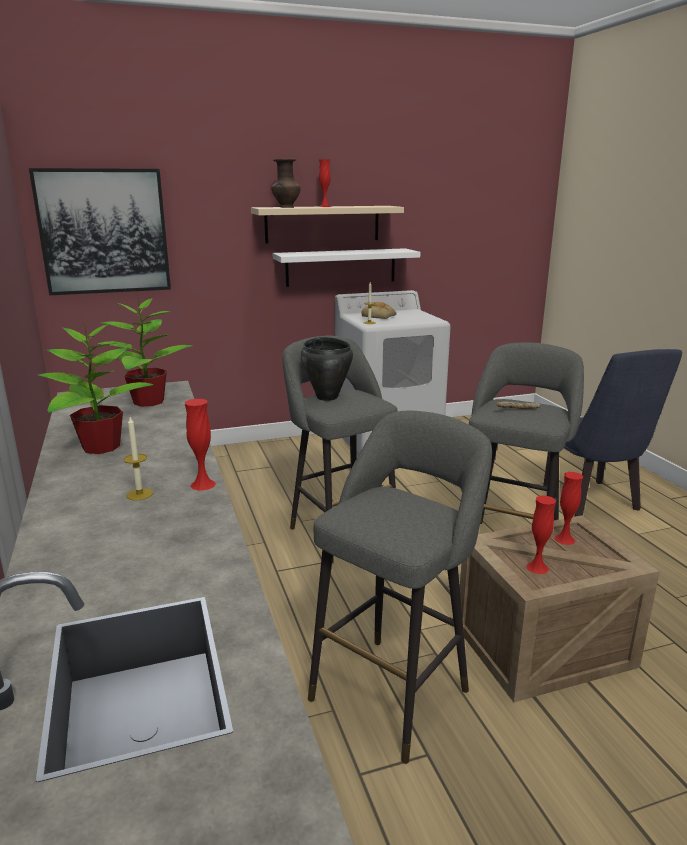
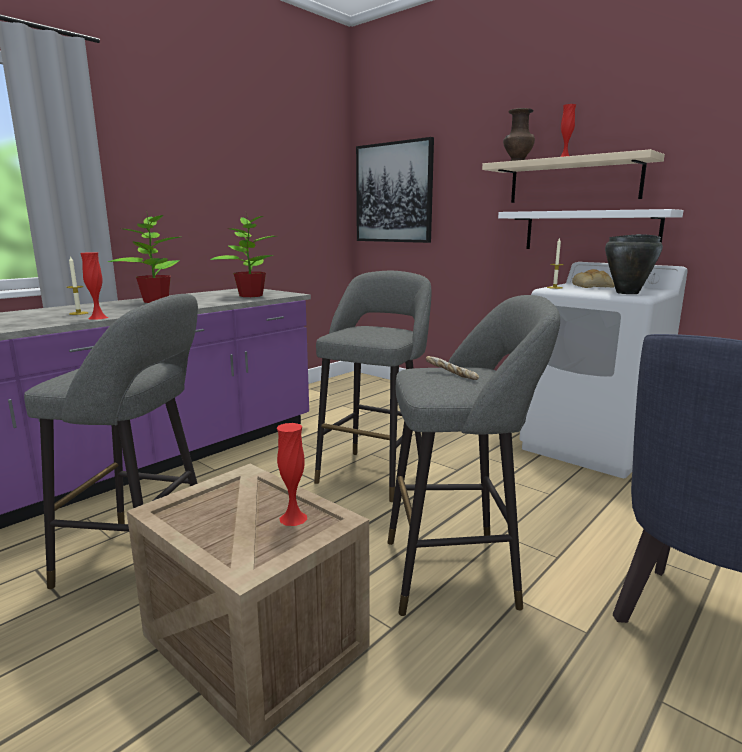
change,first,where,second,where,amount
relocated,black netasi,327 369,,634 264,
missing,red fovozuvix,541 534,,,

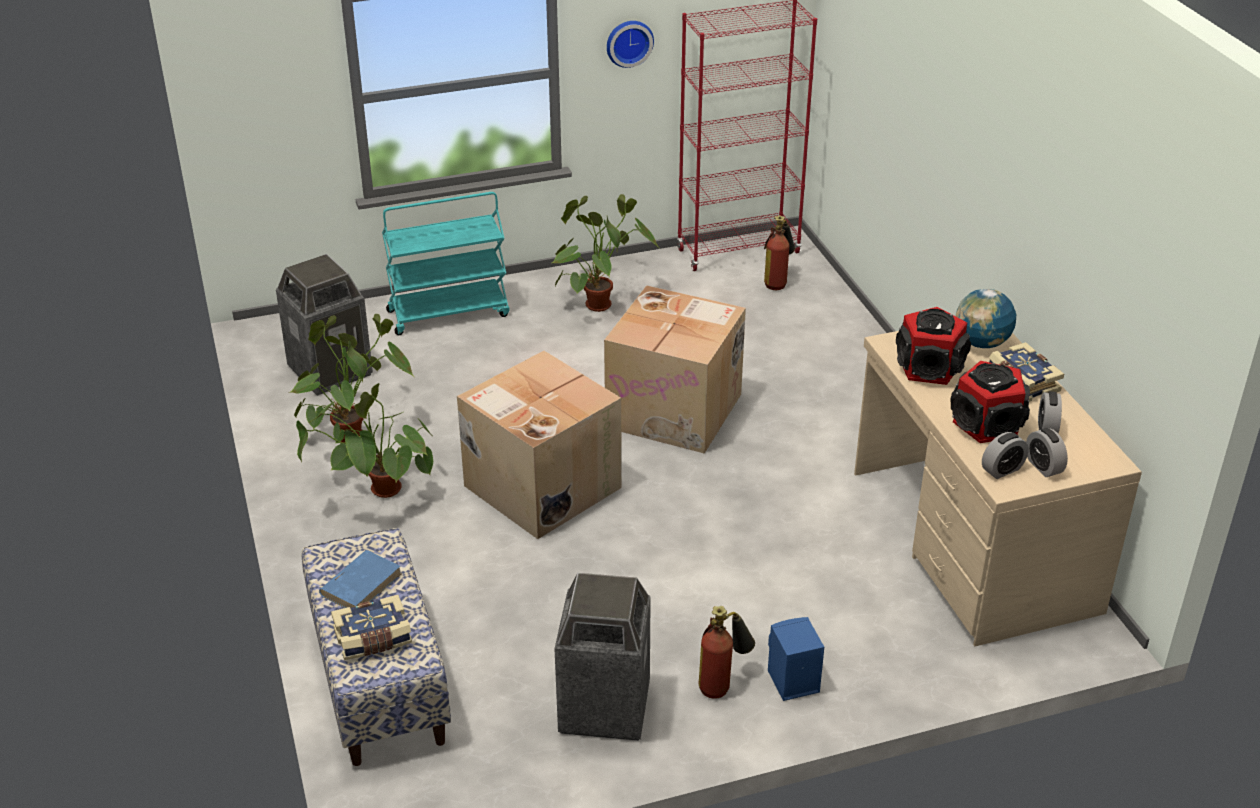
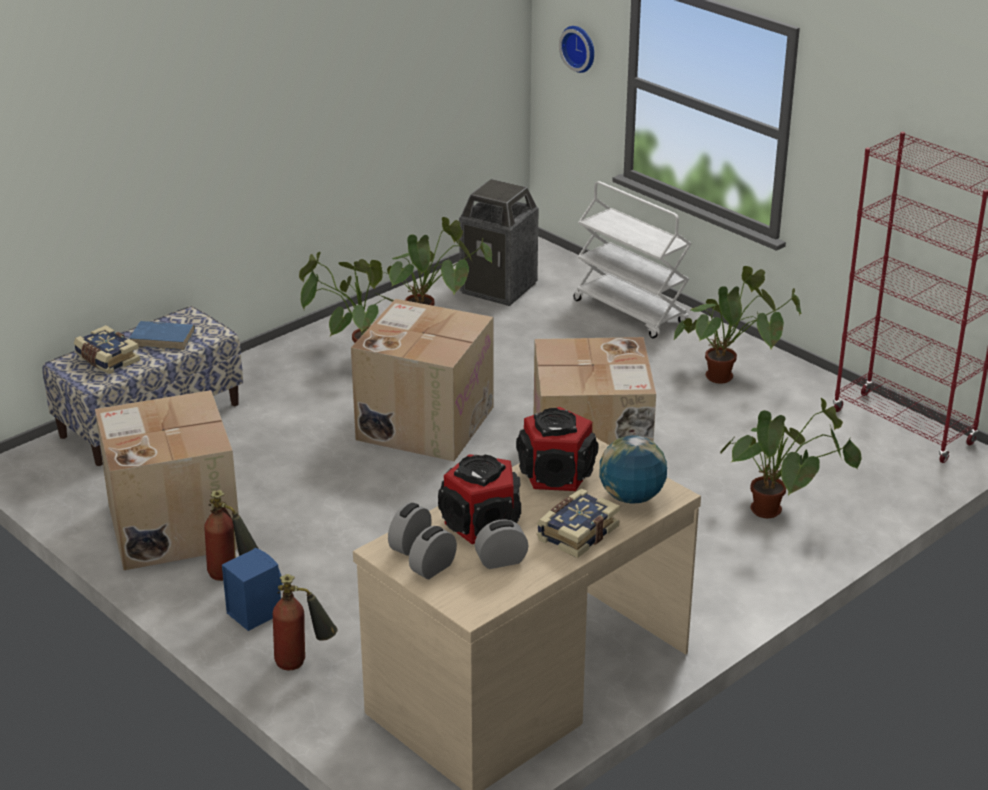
change,first,where,second,where,amount
relocated,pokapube,630 44,,576 49,
colour,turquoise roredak,446 263,white roredak,632 259,
relocated,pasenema,779 252,,305 622,
spun,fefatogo,1005 455,,410 529,90 degrees clockwise
exchanged,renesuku,602 657,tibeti,167 480,
appeared,,,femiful,790 458,

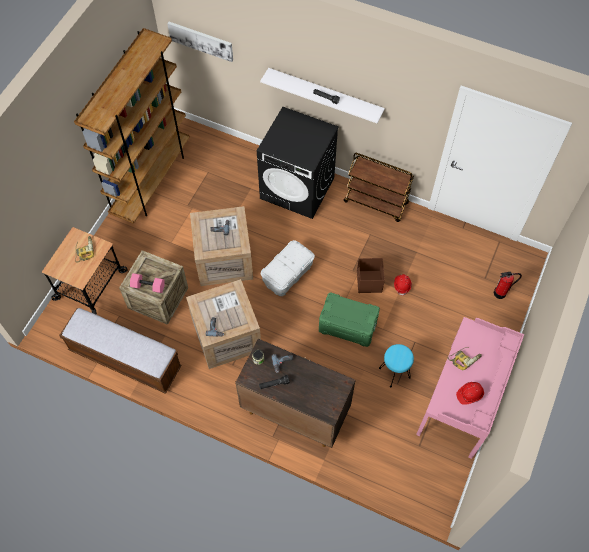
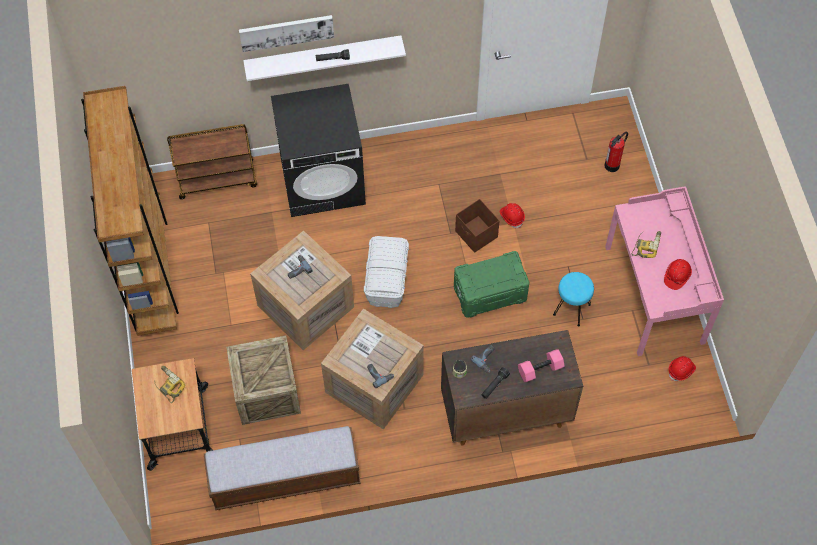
change,first,where,second,where,amount
relocated,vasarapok,200 42,,286 33,
relocated,brown roredak,379 187,,212 161,
relocated,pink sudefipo,147 283,,541 366,
appeared,,,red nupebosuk,682 368,

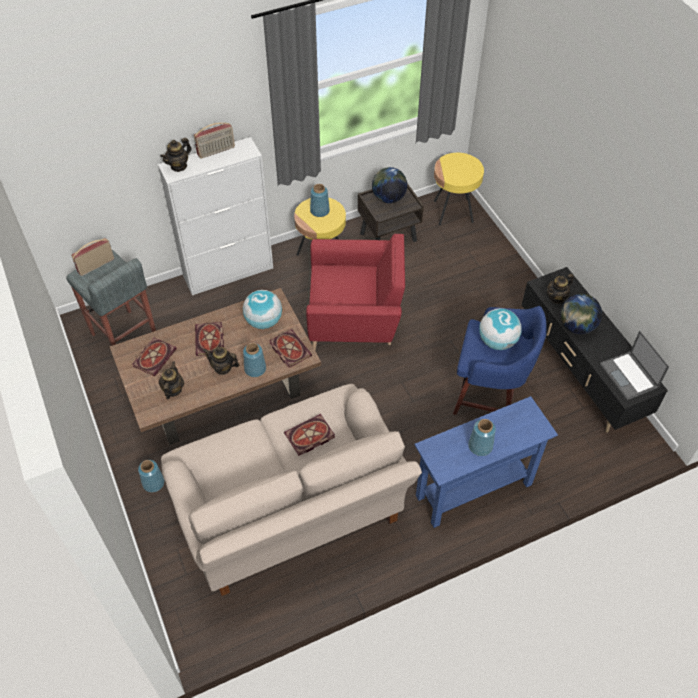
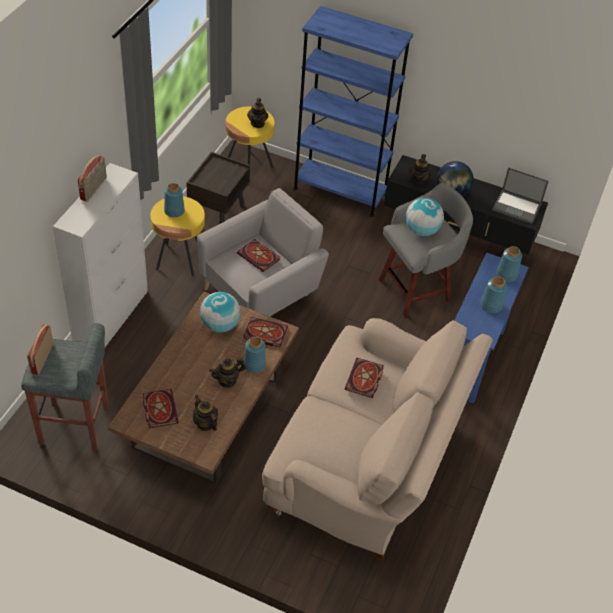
change,first,where,second,where,amount
relocated,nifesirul,176 155,,257 113,
missing,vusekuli,389 185,,,
colour,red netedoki,355 292,grey netedoki,263 252,
colour,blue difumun,499 360,grey difumun,426 250,
relocated,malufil,209 339,,258 255,
relocated,blue fovozuvix,151 476,,509 264,
appeared,,,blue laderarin,353 111,

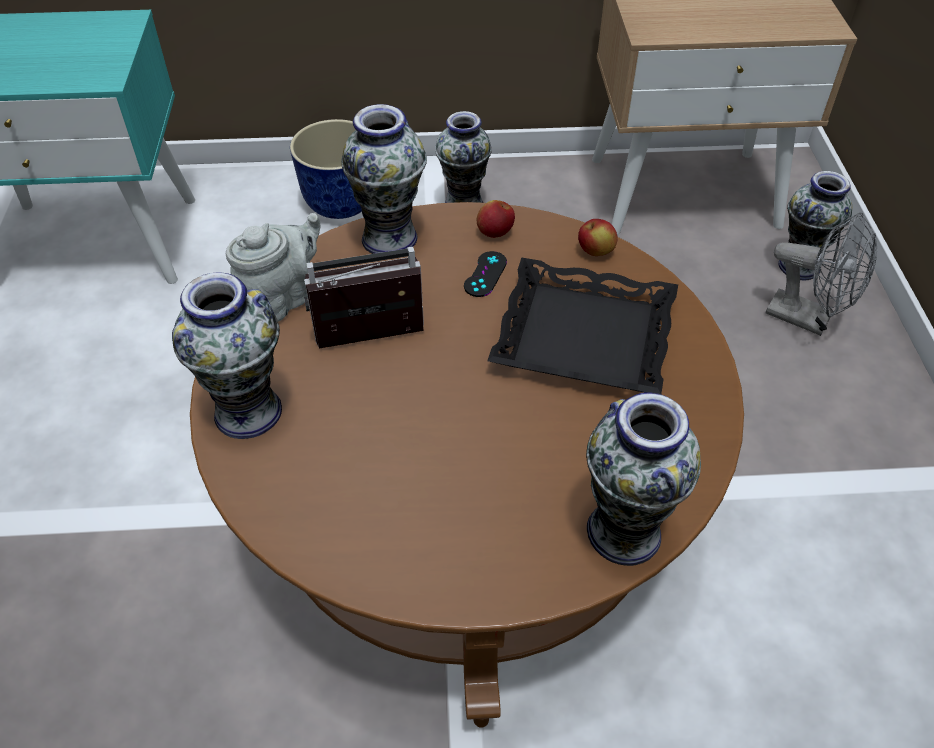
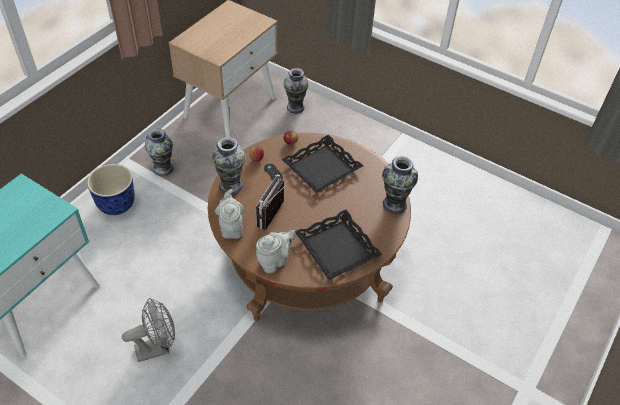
change,first,where,second,where,amount
relocated,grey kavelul,821 274,,148 330,
exchanged,fovozuvix,227 355,grey nifesirul,275 251,
appeared,,,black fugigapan,338 245,

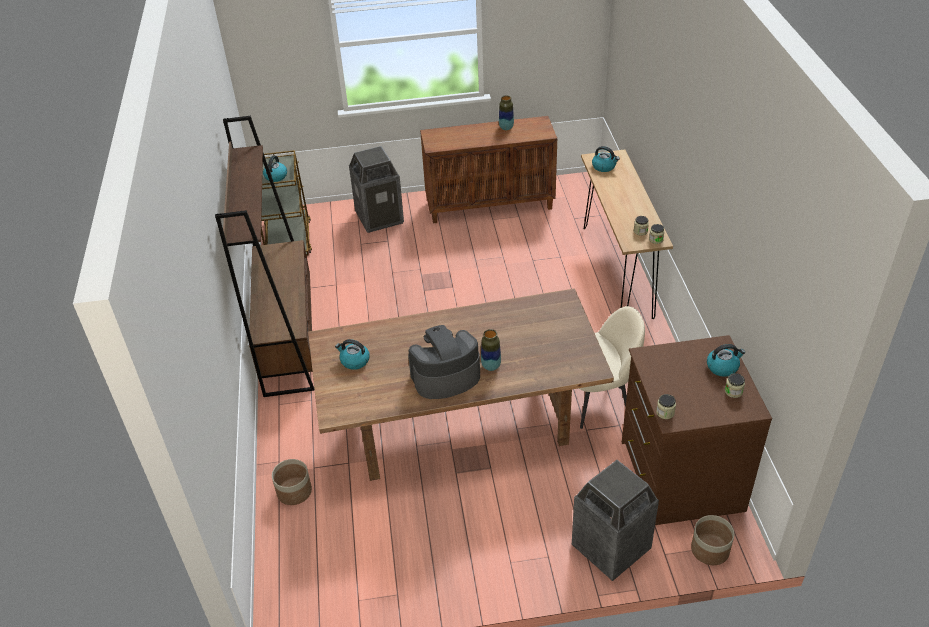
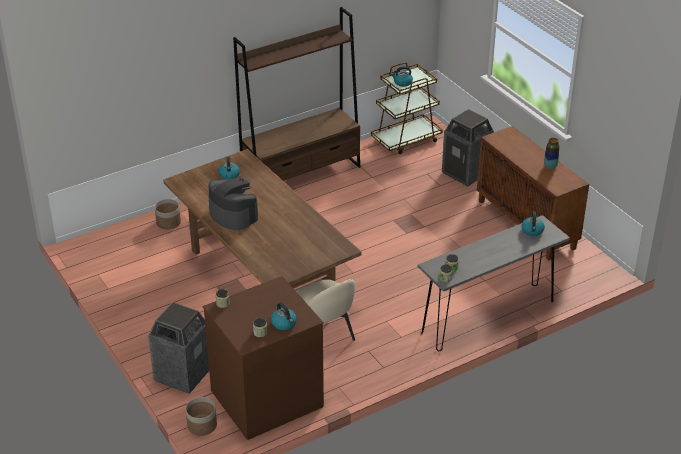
change,first,where,second,where,amount
colour,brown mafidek,627 234,grey mafidek,494 283,
missing,fovozuvix,491 350,,,

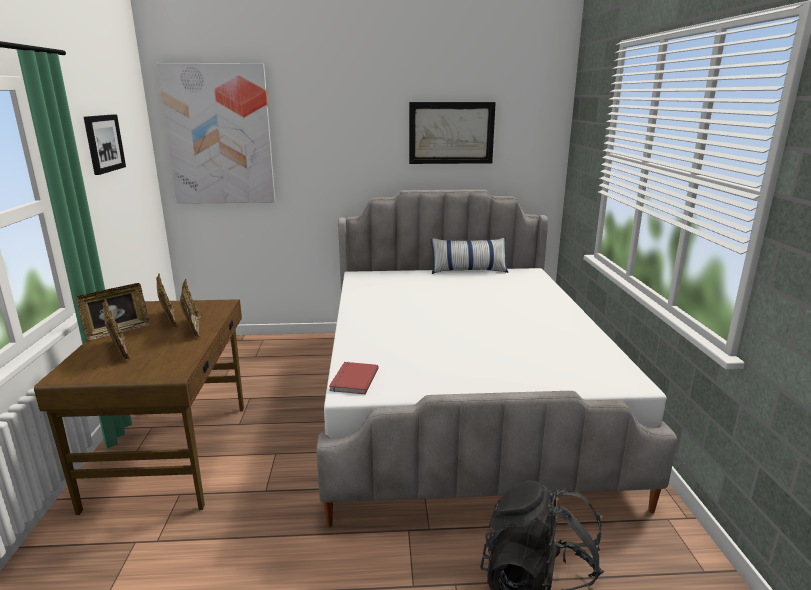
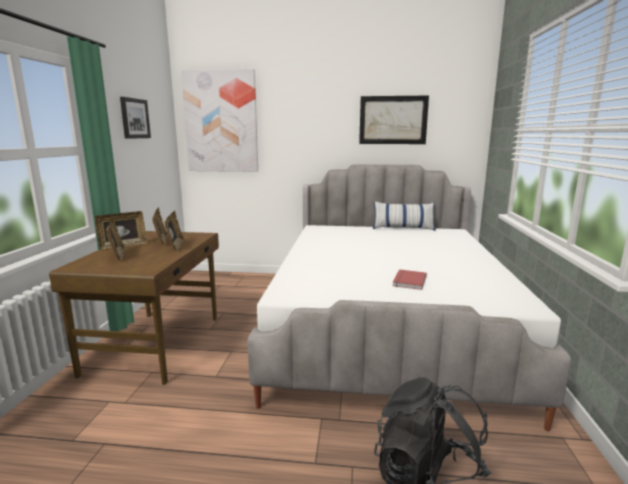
change,first,where,second,where,amount
relocated,red malufil,353 378,,410 279,

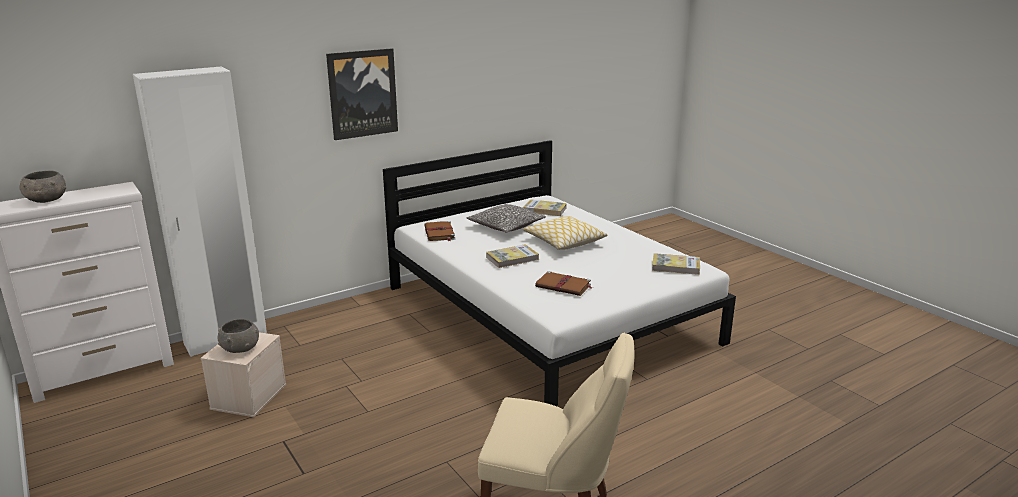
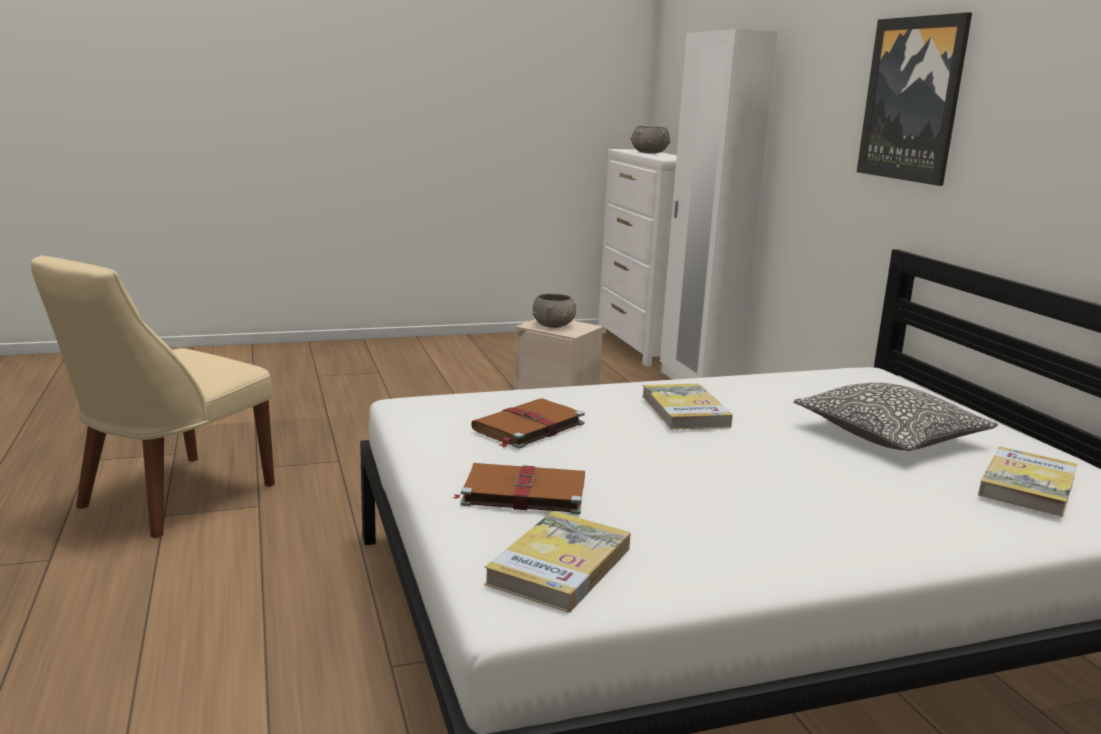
change,first,where,second,where,amount
missing,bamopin,565 233,,,
relocated,brown malufil,439 231,,519 489,

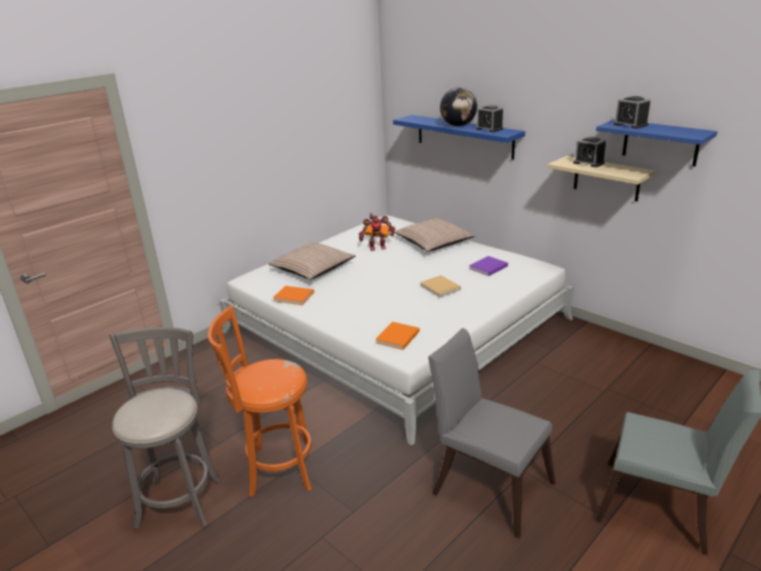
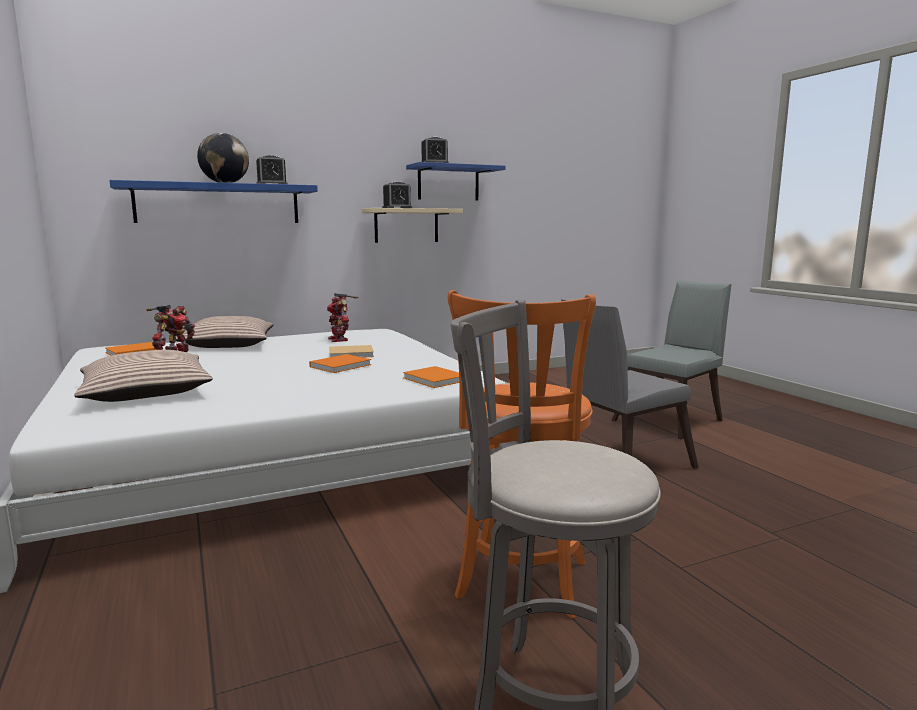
change,first,where,second,where,amount
exchanged,purple malufil,488 266,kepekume,342 317,
relocated,orange malufil,293 295,,340 363,

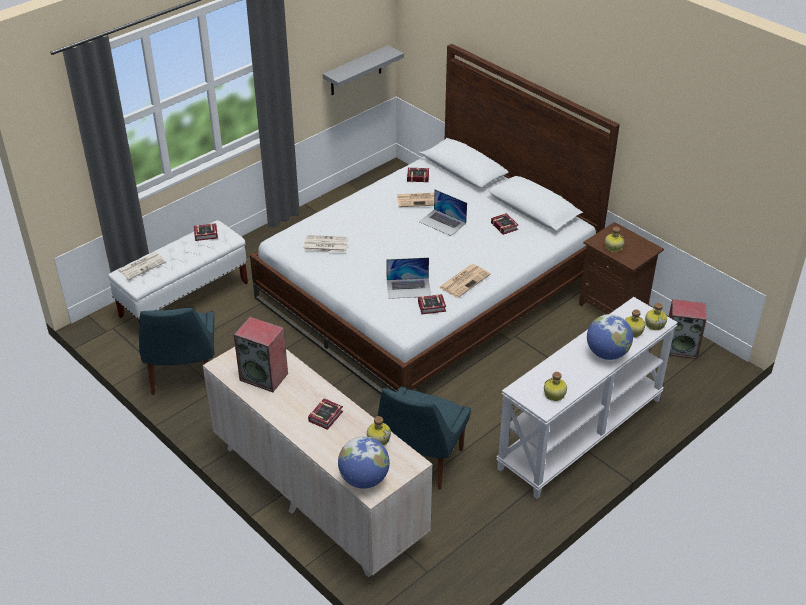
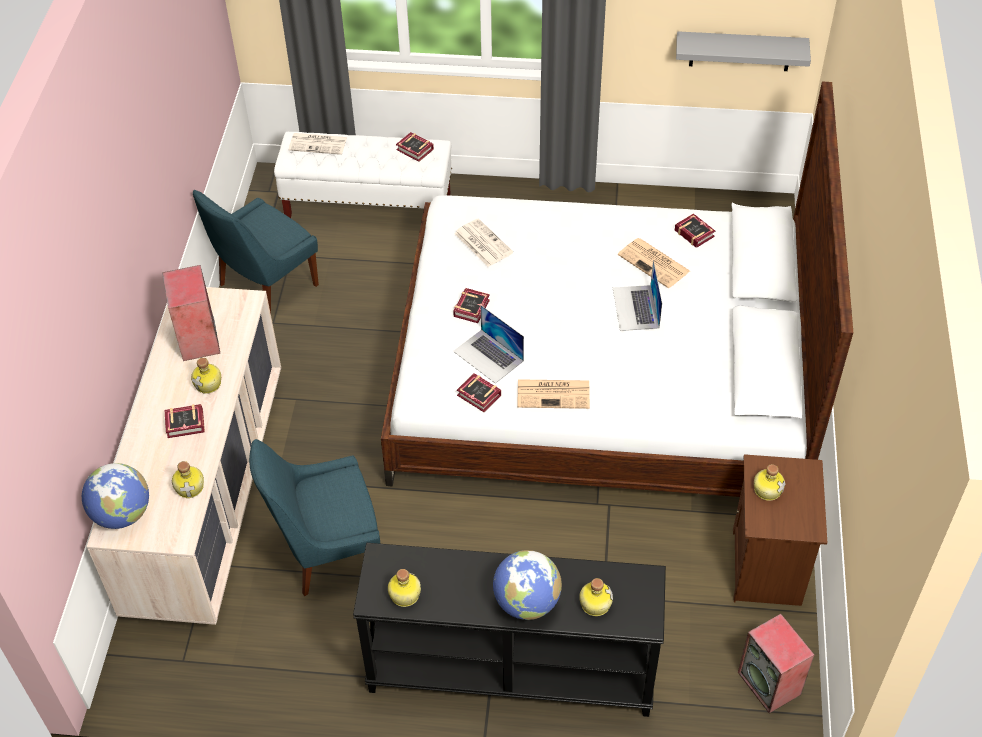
change,first,where,second,where,amount
relocated,malufil,504 224,,471 305,
colour,white mafidek,587 398,black mafidek,509 630,
relocated,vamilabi,656 316,,206 376,

